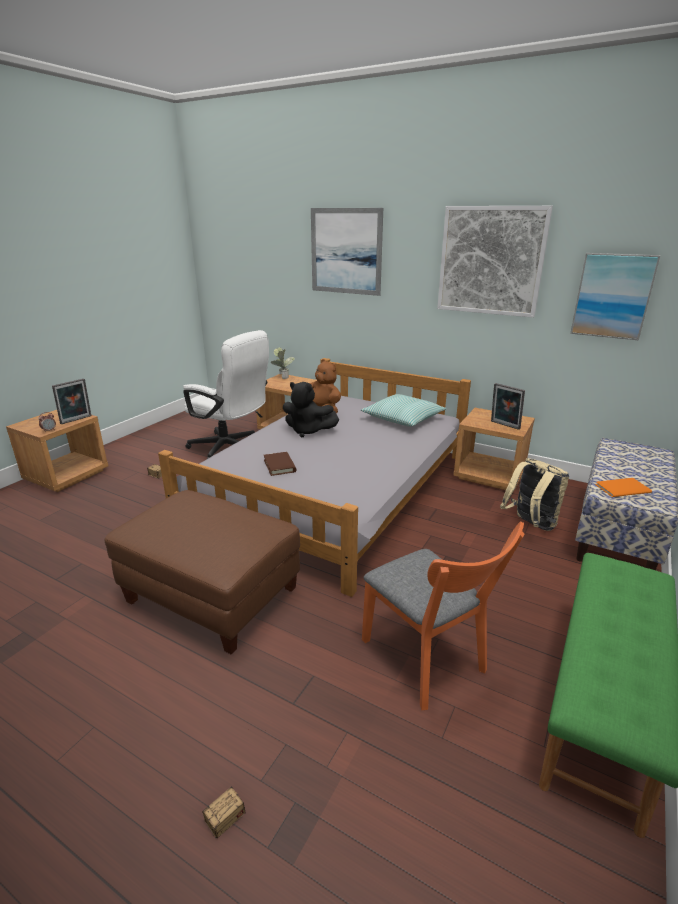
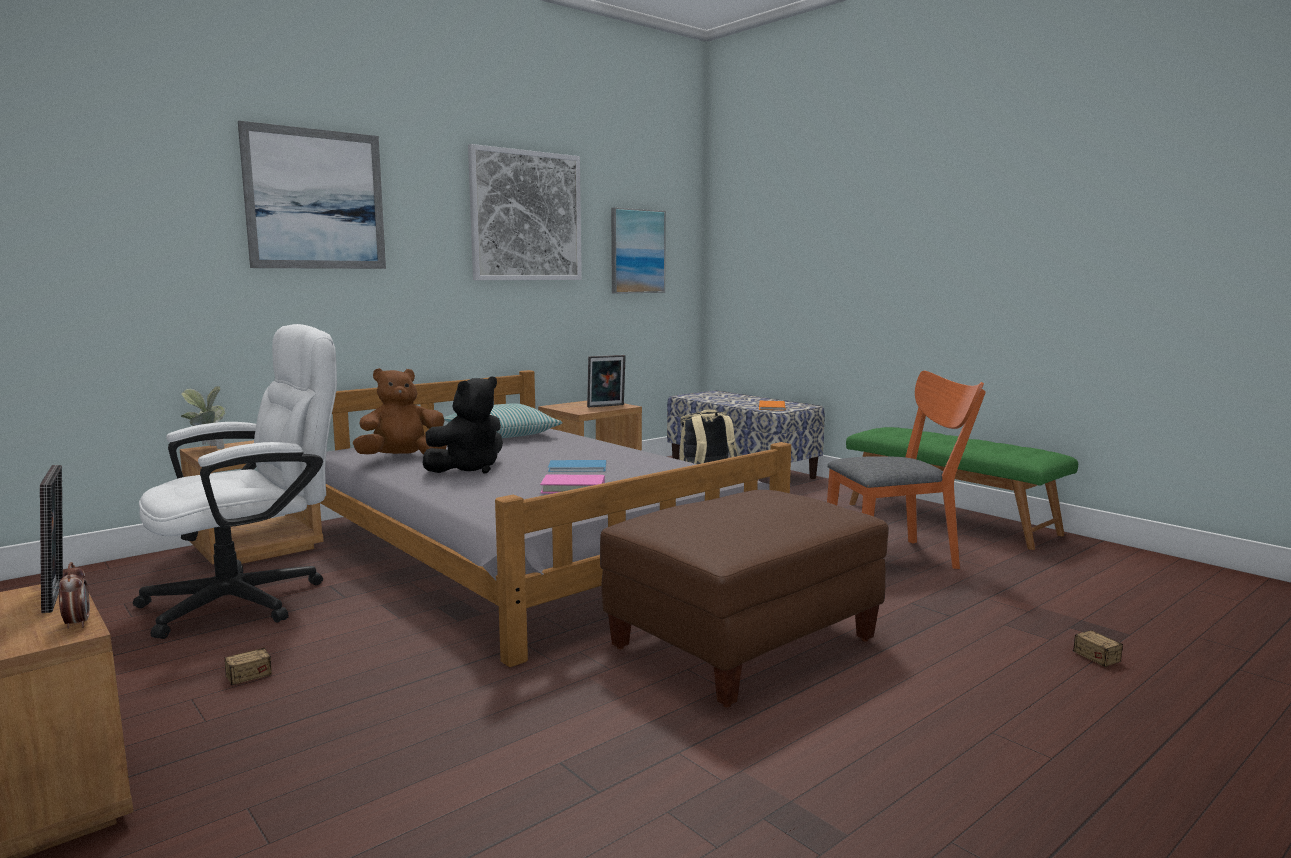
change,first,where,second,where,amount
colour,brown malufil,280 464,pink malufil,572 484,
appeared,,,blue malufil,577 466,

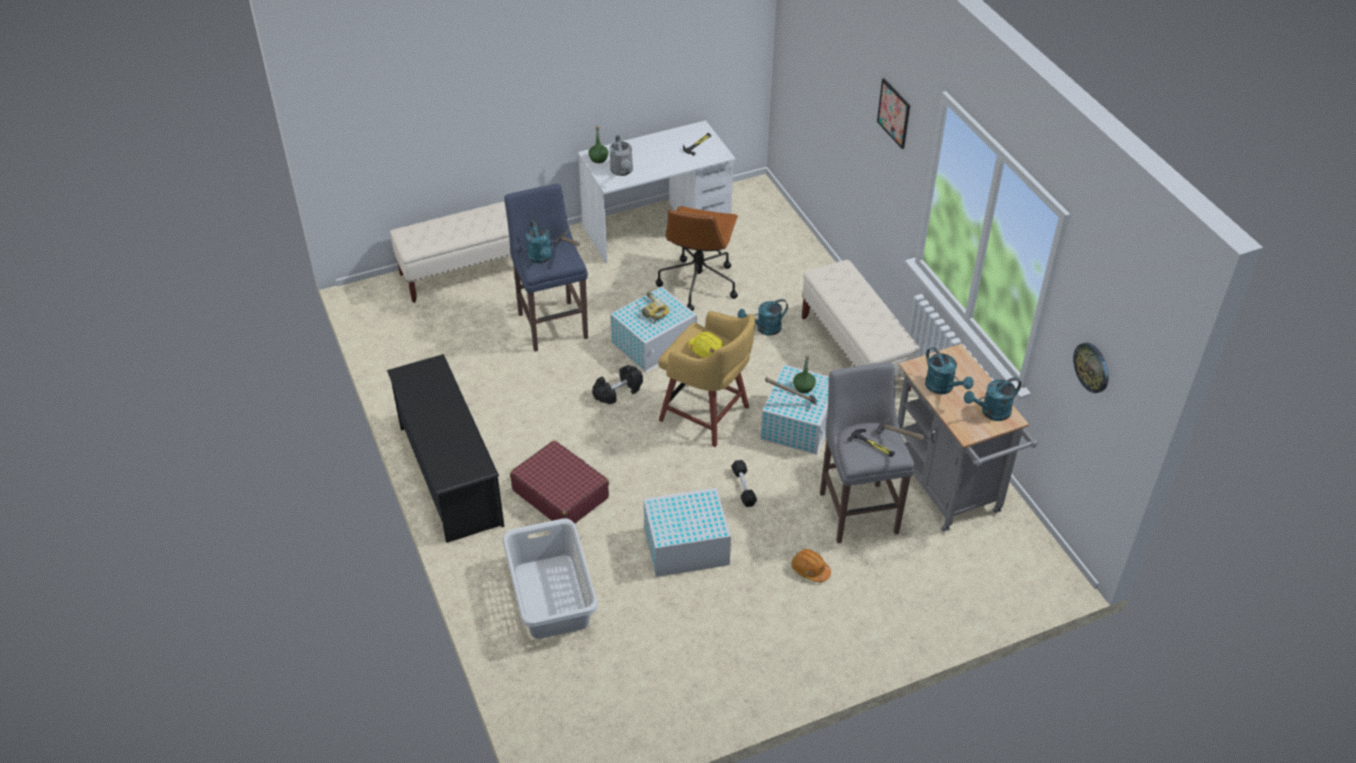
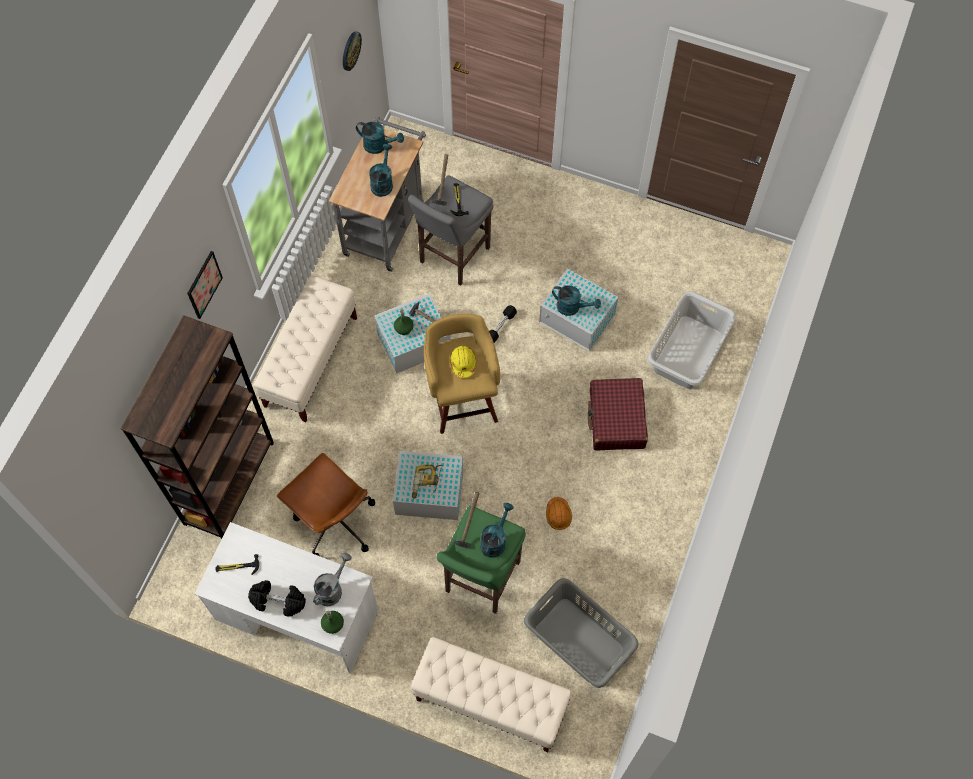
change,first,where,second,where,amount
colour,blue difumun,546 268,green difumun,481 560,
spun,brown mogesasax,697 258,,326 504,75 degrees clockwise
relocated,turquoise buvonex,763 317,,576 300,
missing,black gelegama,446 448,,,
relocated,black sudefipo,617 385,,277 598,
relocated,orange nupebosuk,811 565,,559 513,
appeared,,,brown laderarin,197 427,
appeared,,,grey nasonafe,581 633,

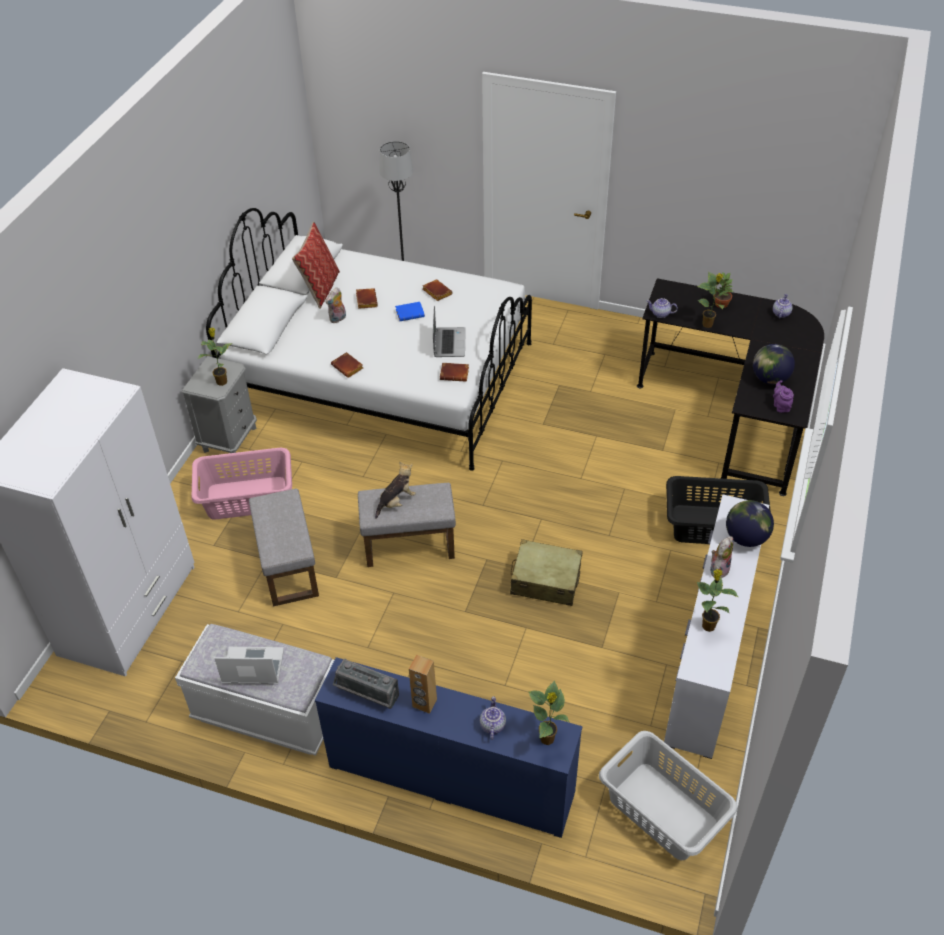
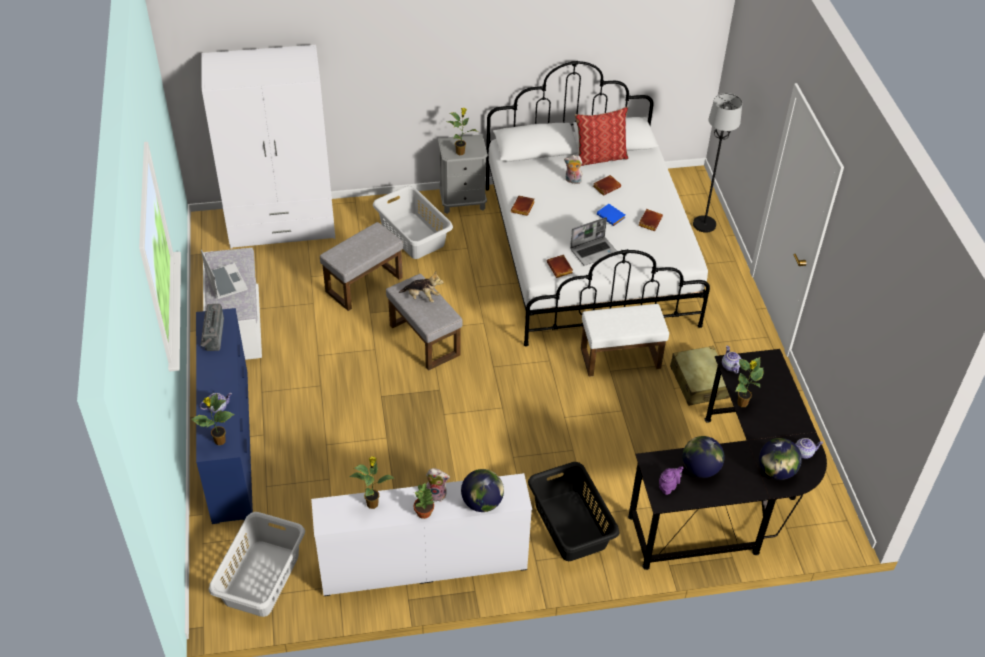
change,first,where,second,where,amount
relocated,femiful,723 290,,424 501,
colour,pink nasonafe,242 483,grey nasonafe,413 222,
relocated,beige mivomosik,546 572,,700 376,
missing,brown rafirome,423 684,,,
appeared,,,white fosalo,625 340,
appeared,,,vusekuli,780 459,

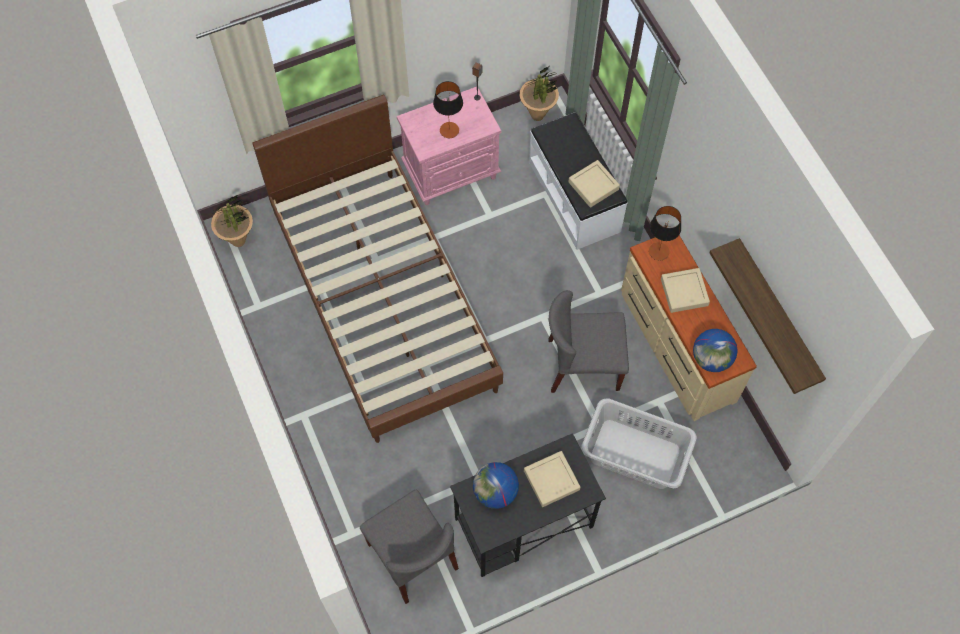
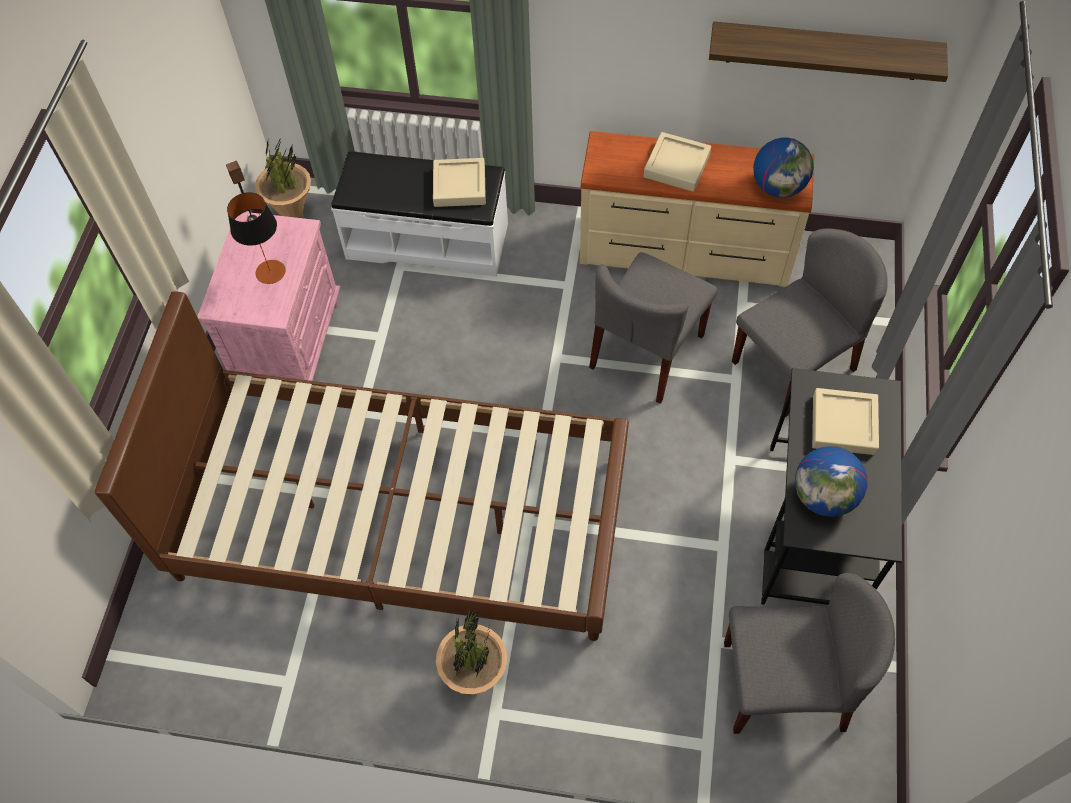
change,first,where,second,where,amount
relocated,femiful,232 221,,471 650,
missing,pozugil,665 233,,,
exchanged,grey nasonafe,639 444,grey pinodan,810 322,

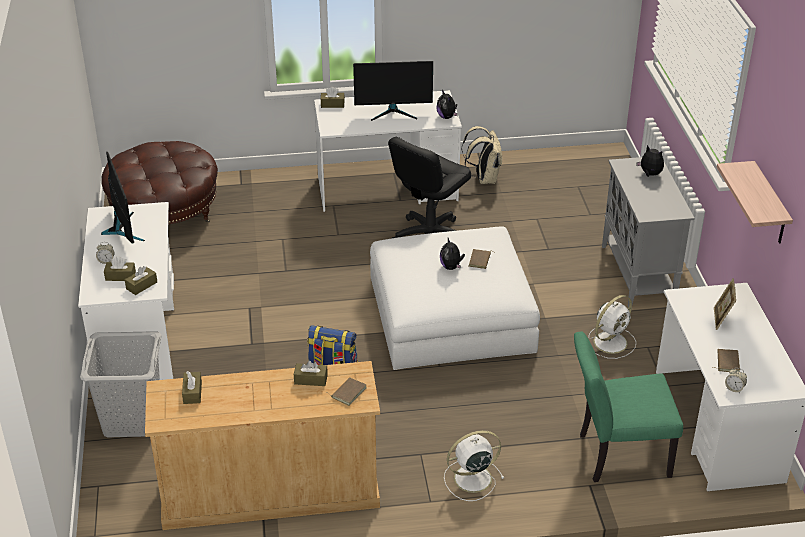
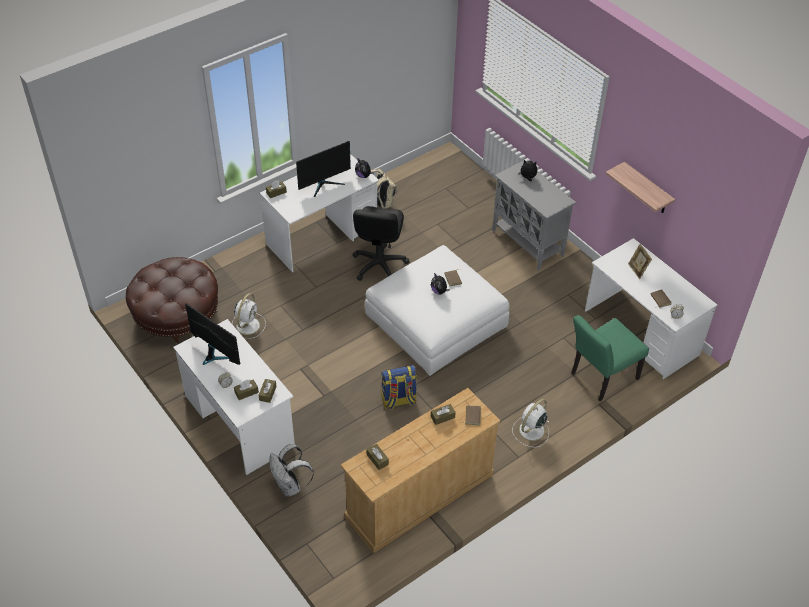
change,first,where,second,where,amount
relocated,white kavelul,612 327,,249 316,
exchanged,grey nasonafe,121 384,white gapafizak,292 470,

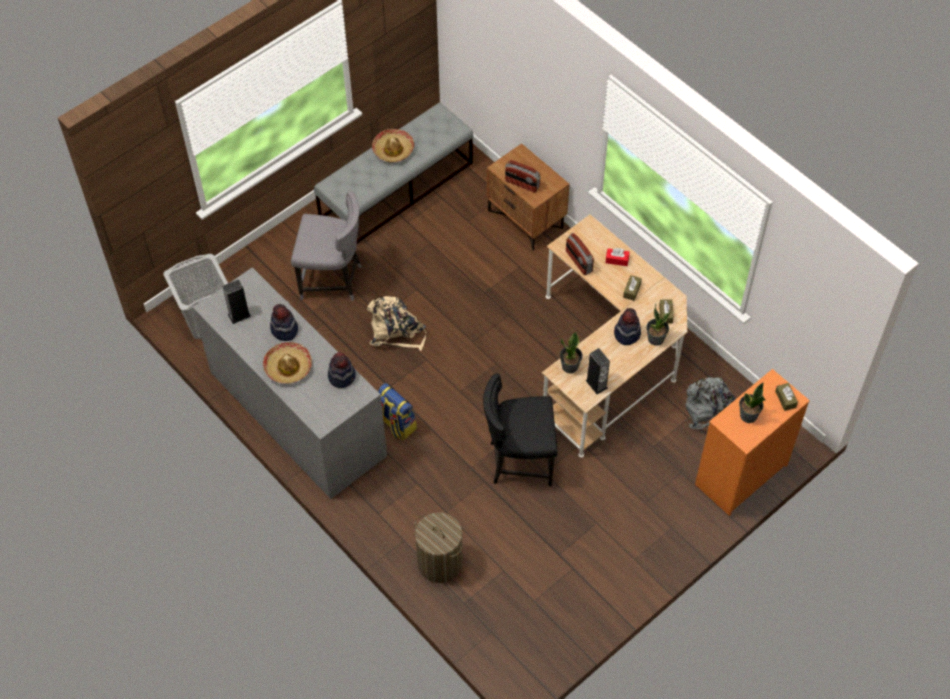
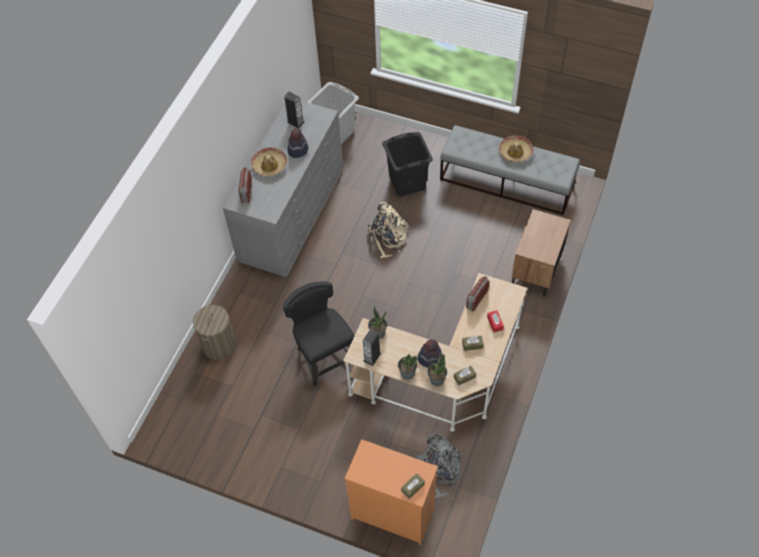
change,first,where,second,where,amount
relocated,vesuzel,523 176,,245 185,
exchanged,grey pinodan,326 245,black nasonafe,407 164,
missing,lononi,342 370,,,
relocated,femiful,752 402,,407 367,
missing,gapafizak,397 411,,,

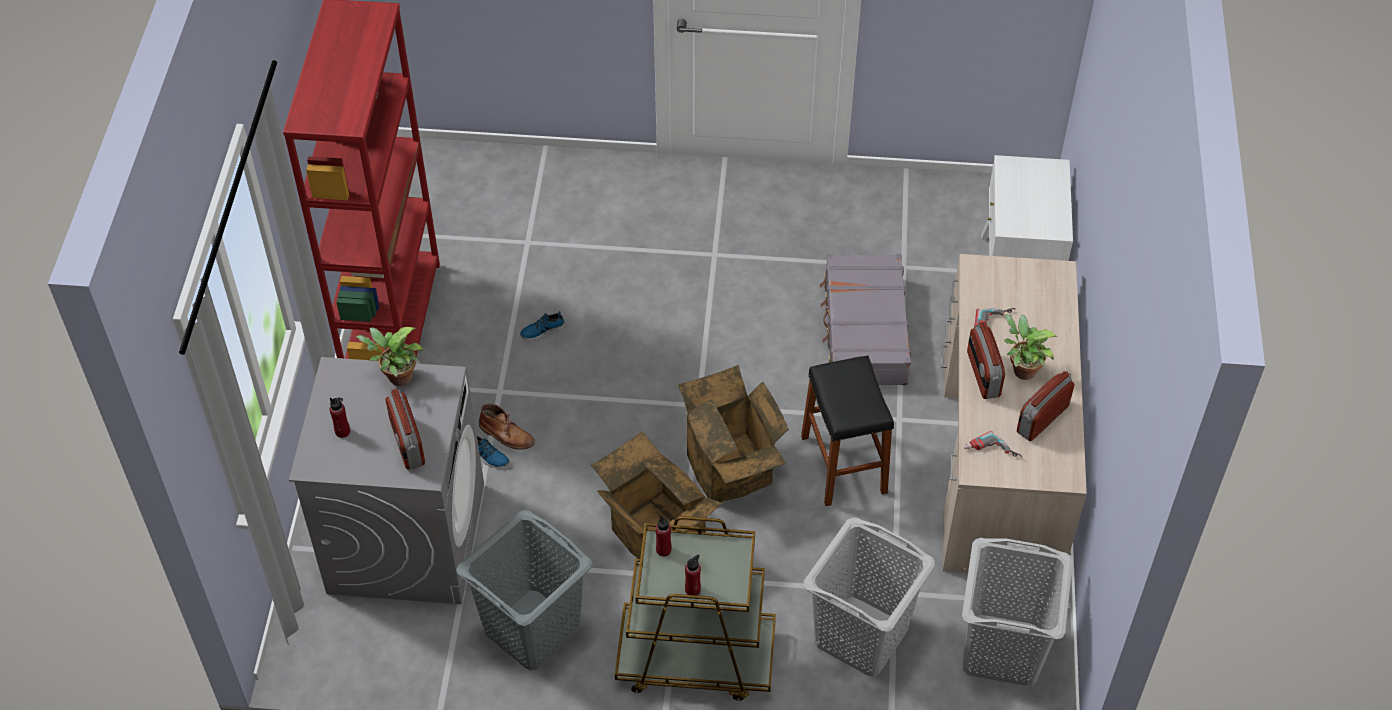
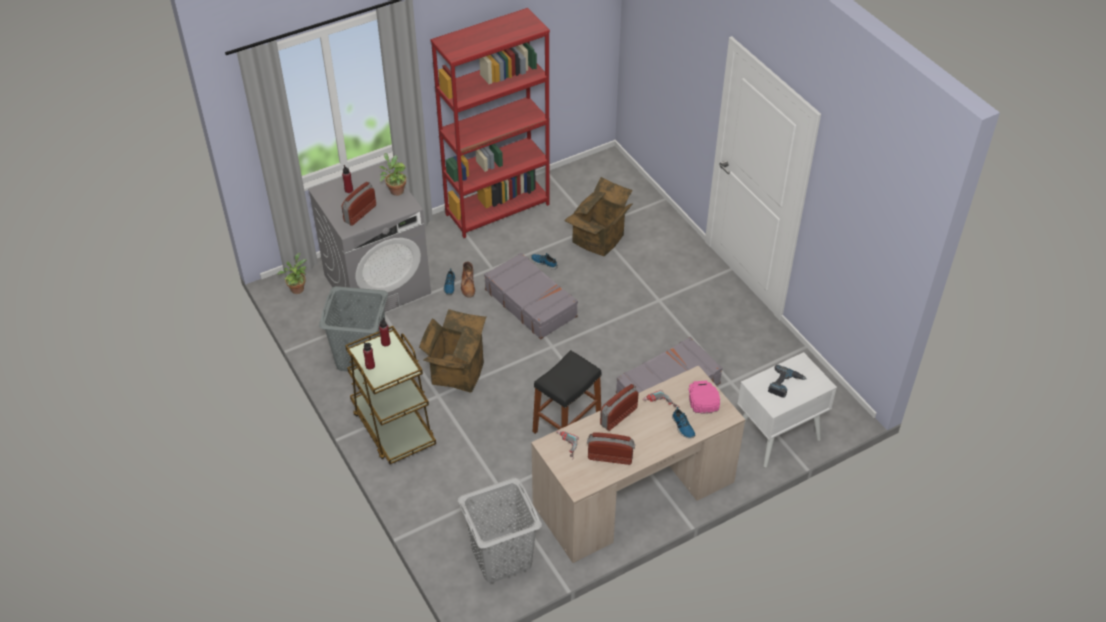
change,first,where,second,where,amount
relocated,femiful,1030 347,,292 273,
relocated,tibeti,733 433,,598 216,
missing,grey nasonafe,869 597,,,
appeared,,,grey mivomosik,531 296,
appeared,,,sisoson,787 381,
appeared,,,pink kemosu,704 397,
appeared,,,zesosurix,683 423,

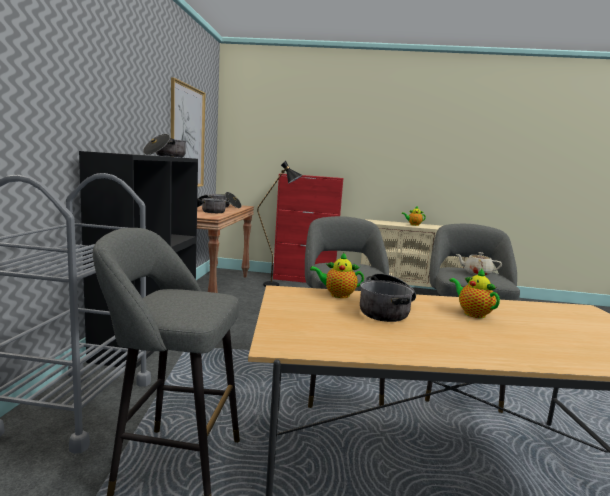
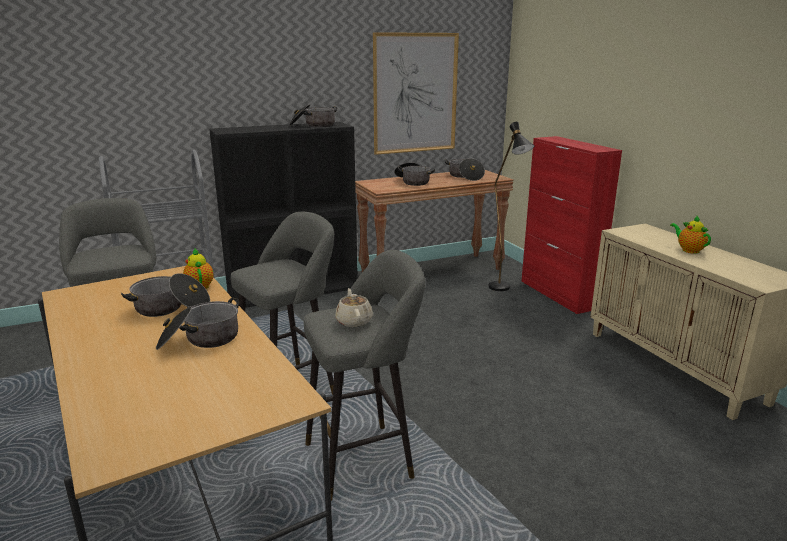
change,first,where,second,where,amount
exchanged,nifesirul,474 293,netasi,197 324,

